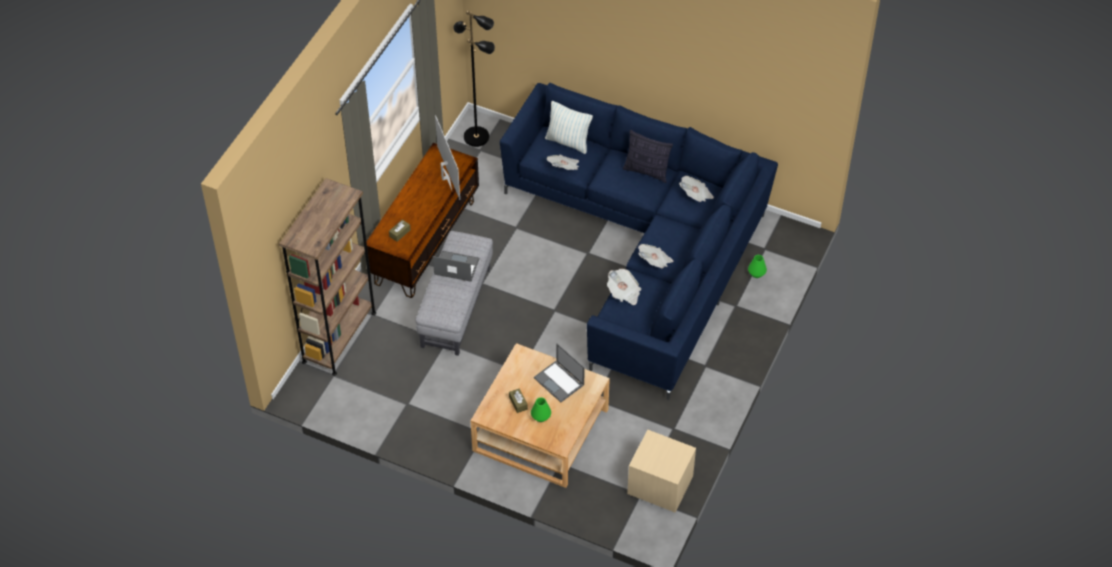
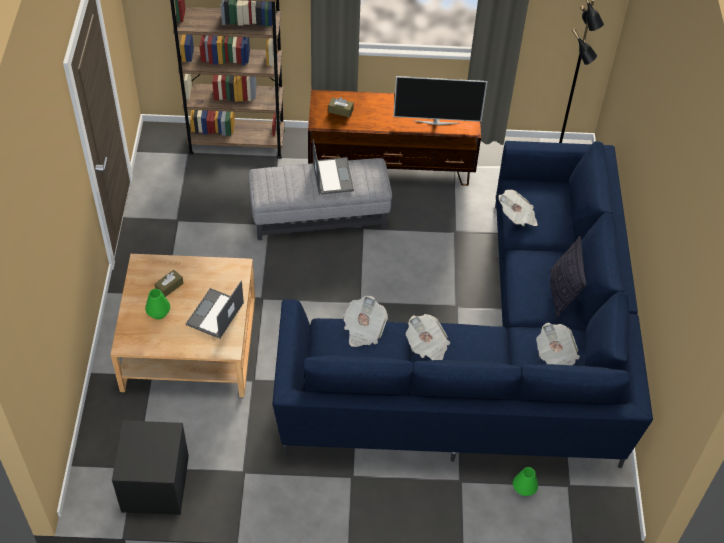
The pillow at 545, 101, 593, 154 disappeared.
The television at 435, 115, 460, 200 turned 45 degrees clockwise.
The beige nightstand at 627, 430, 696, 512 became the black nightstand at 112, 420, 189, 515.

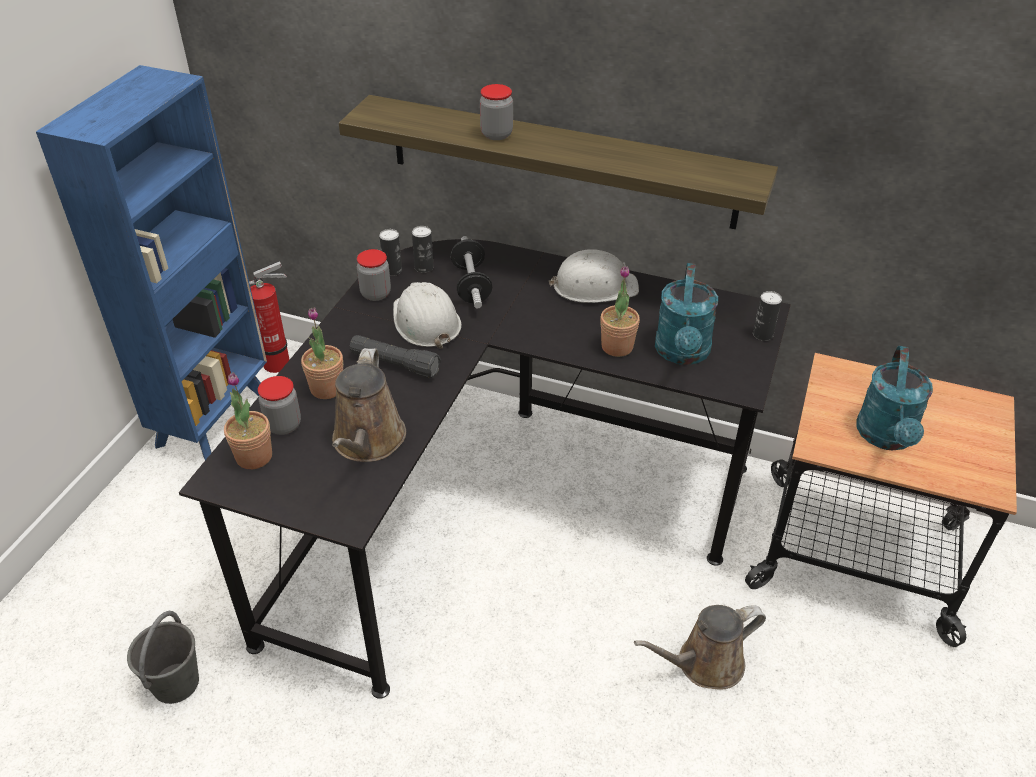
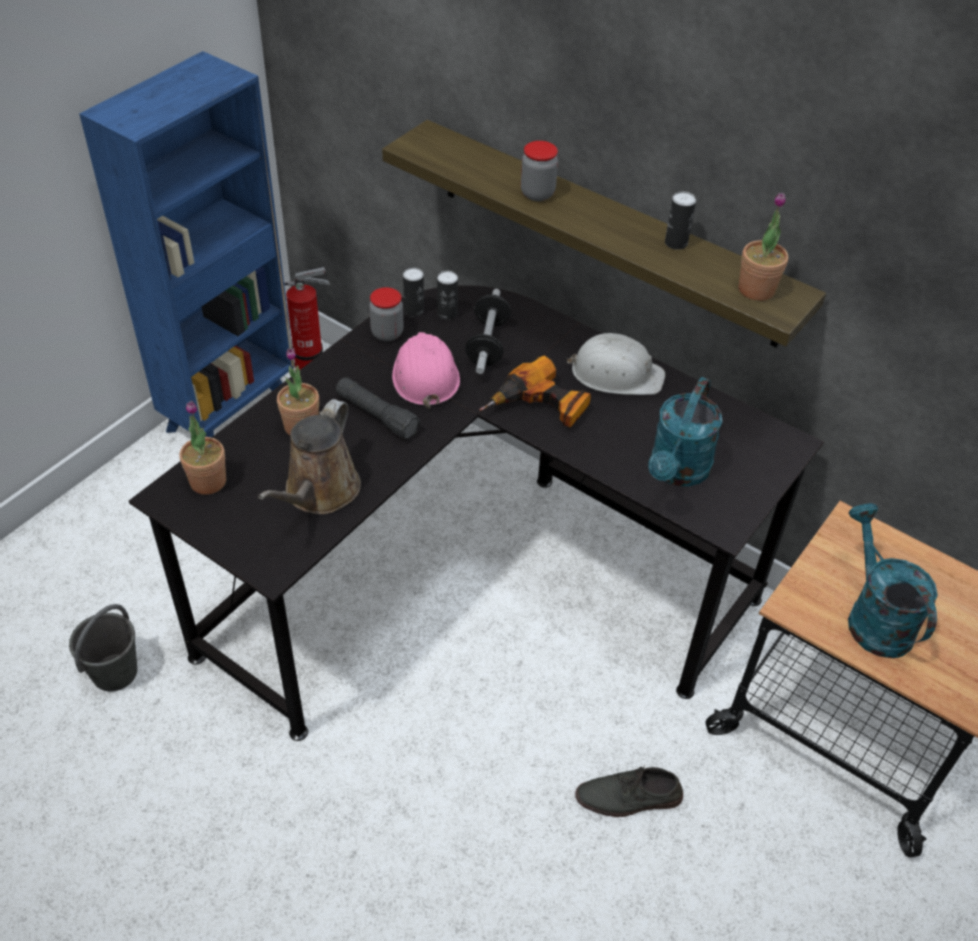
The potted plant moved from 600, 266, 640, 357 to 738, 192, 788, 301.
The white hard hat at 393, 282, 462, 349 became the pink hard hat at 392, 332, 460, 409.
The can moved from 753, 291, 782, 341 to 665, 191, 696, 250.
The turquoise watering can at 856, 346, 933, 451 turned 135 degrees clockwise.
The jar at 258, 376, 301, 435 disappeared.
The brown watering can at 634, 605, 766, 690 was replaced by the grey shoe at 575, 764, 683, 817.
The power drill at 479, 356, 591, 428 appeared.

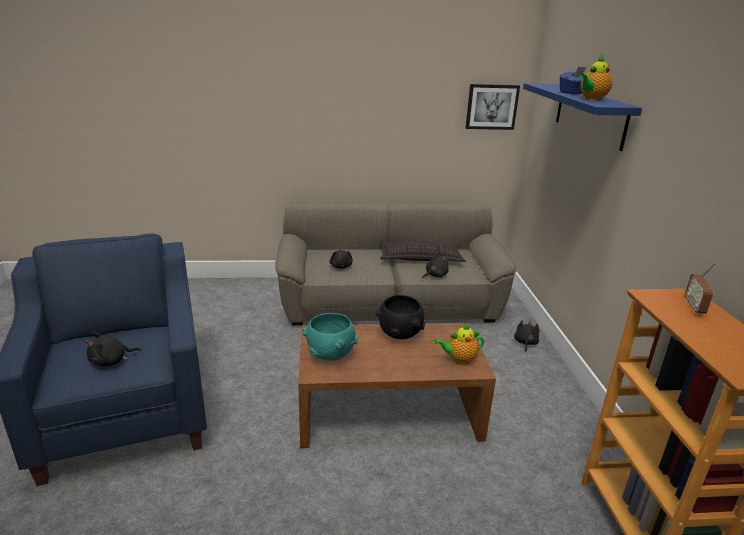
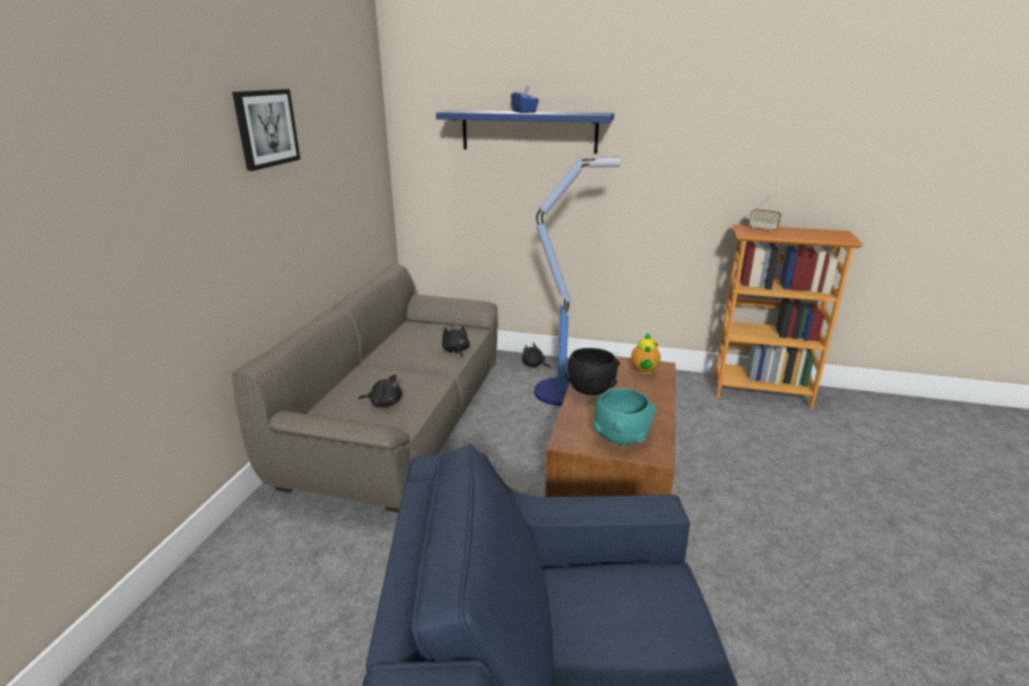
The teapot at 579, 55, 612, 100 disappeared.
The picture moved from 466, 84, 520, 130 to 232, 89, 300, 171.
The pillow at 380, 241, 466, 262 disappeared.
The black plush toy at 85, 332, 141, 366 disappeared.
The floor lamp at 534, 156, 621, 406 appeared.

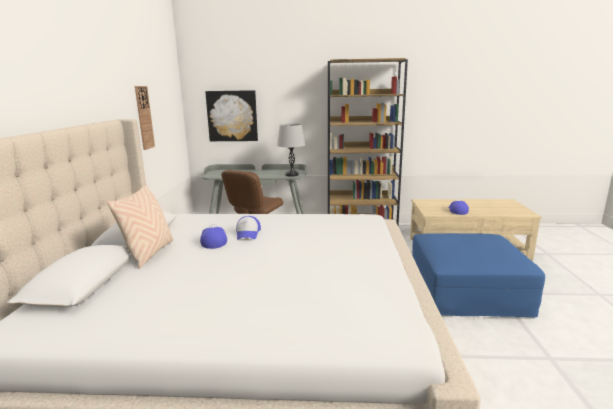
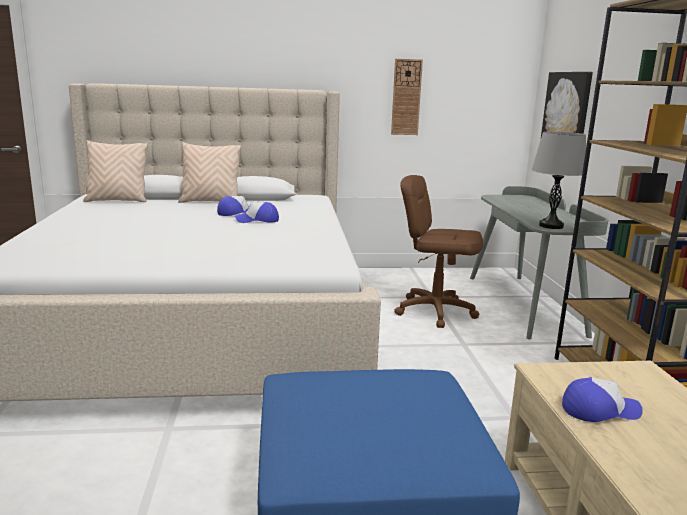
The beige pillow at 83, 140, 148, 202 appeared.

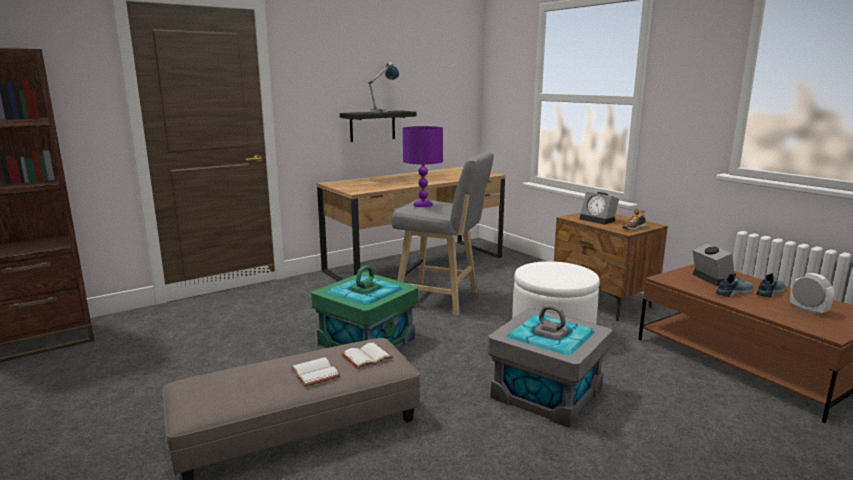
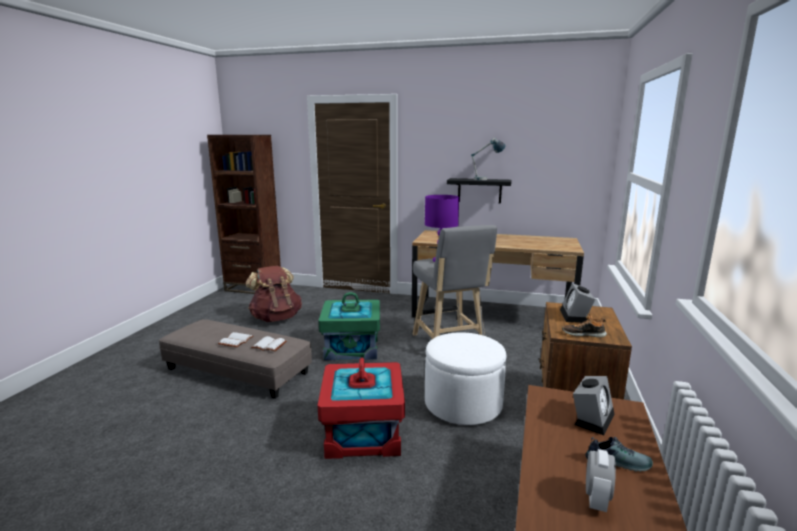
The shoe at 716, 273, 753, 297 disappeared.
The grey storage box at 488, 304, 613, 428 became the red storage box at 318, 358, 405, 459.
The brown backpack at 246, 266, 302, 322 appeared.

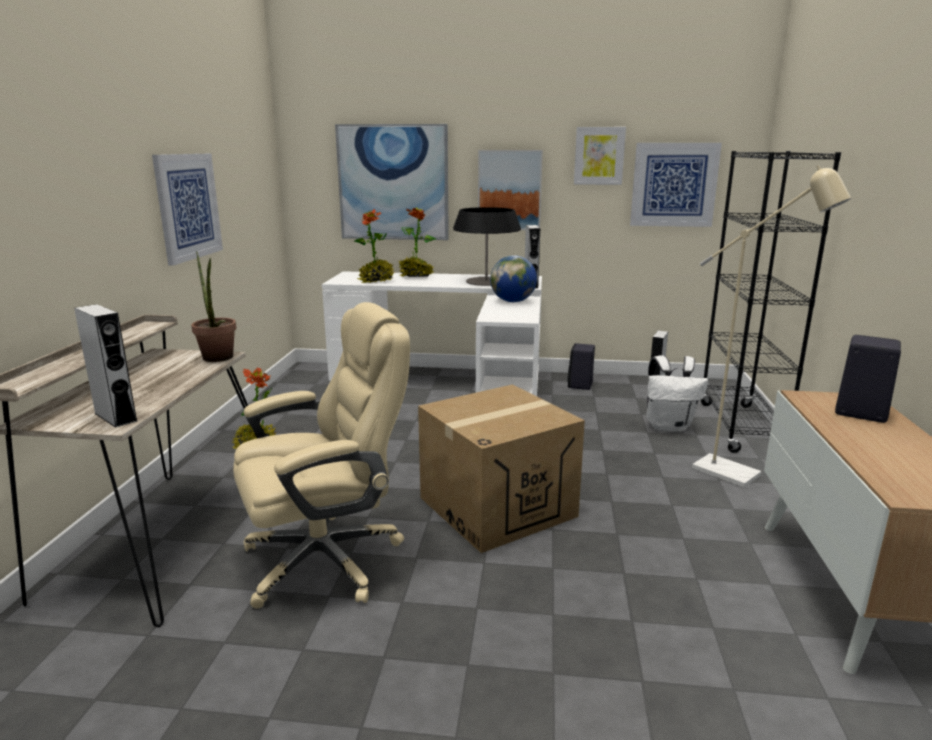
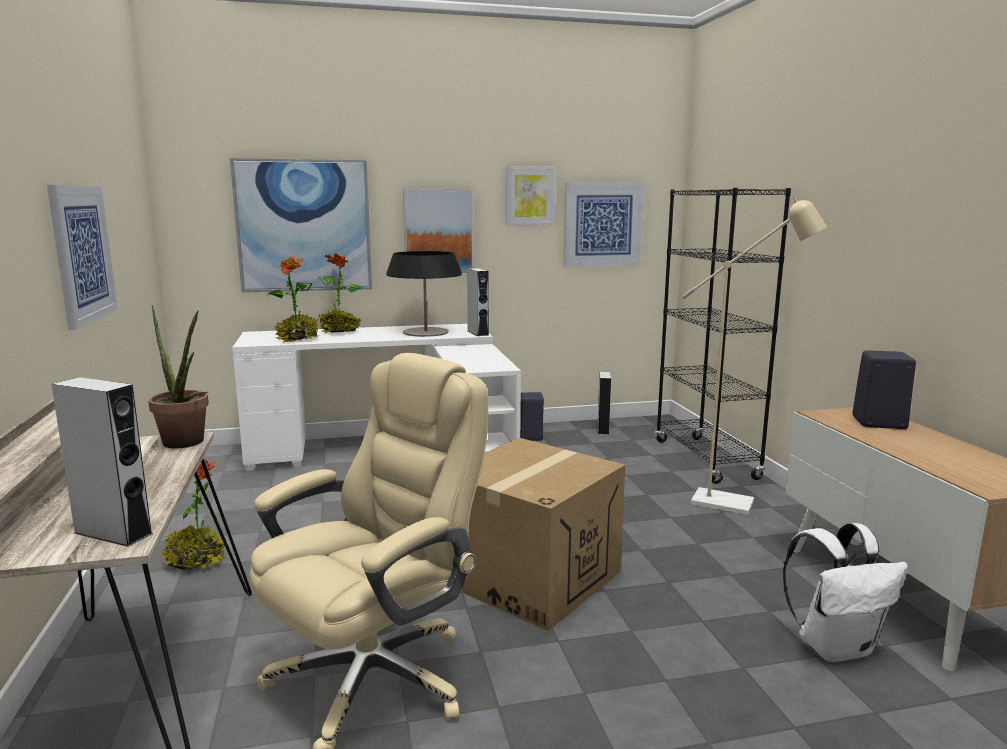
The globe at 490, 255, 537, 302 disappeared.
The white backpack moved from 646, 356, 708, 432 to 783, 523, 908, 662.

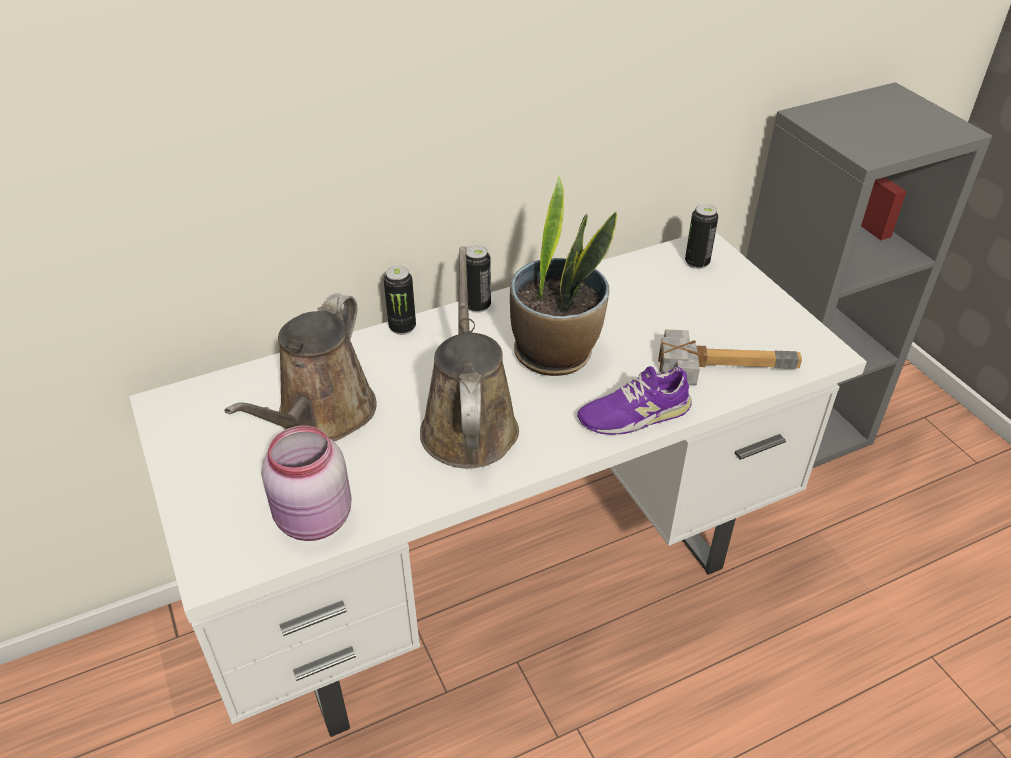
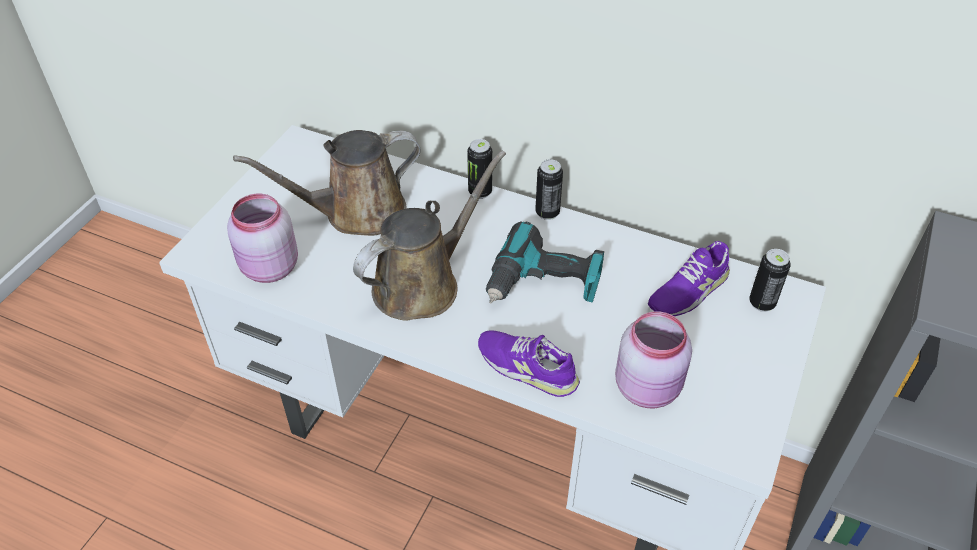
The potted plant at 510, 177, 617, 376 was replaced by the power drill at 486, 221, 604, 303.
The hammer at 658, 330, 802, 385 was replaced by the pink jar at 615, 311, 692, 408.
The purple shoe at 648, 241, 730, 316 appeared.

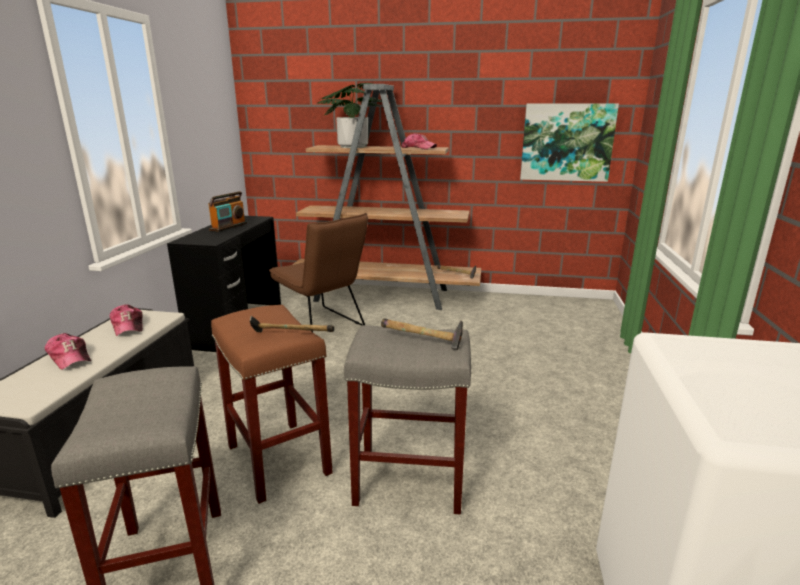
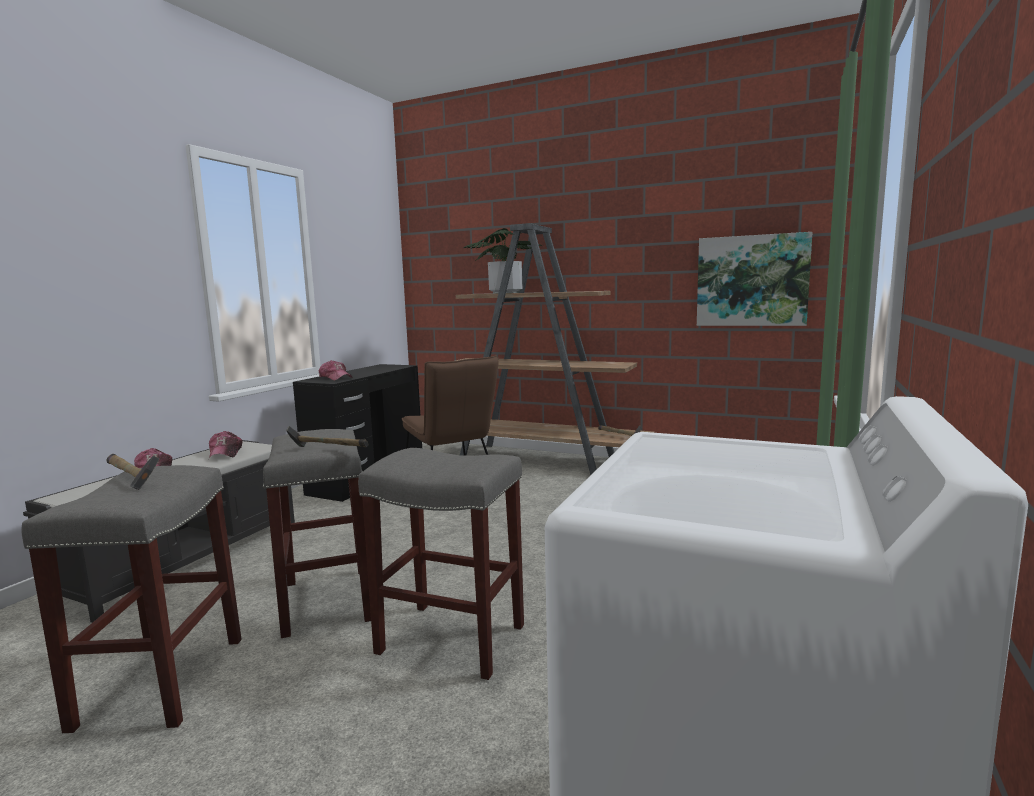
The cap moved from 402, 133, 437, 149 to 318, 360, 352, 380.
The radio at 208, 191, 247, 232 disappeared.
The brown stool at 211, 305, 333, 504 became the grey stool at 263, 429, 371, 638.
The hammer moved from 381, 318, 463, 350 to 106, 454, 160, 490.

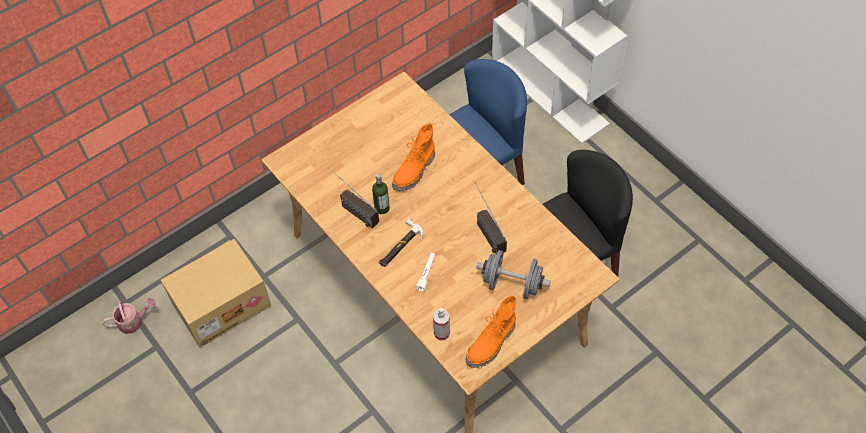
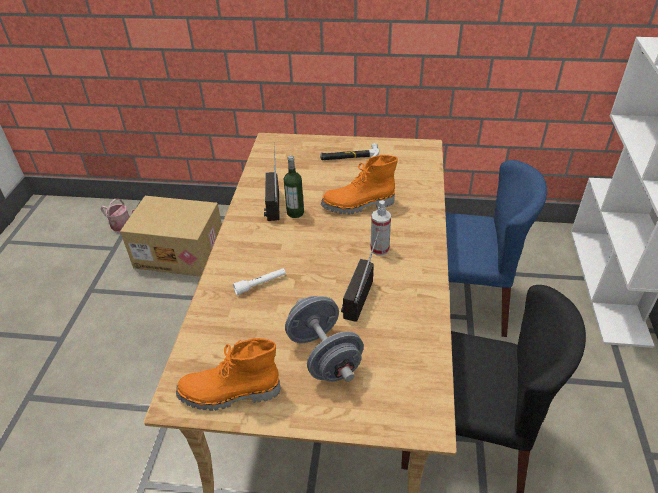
The hammer moved from 379, 218, 423, 267 to 320, 143, 379, 162.
The spray bottle moved from 433, 308, 450, 341 to 371, 200, 391, 256.

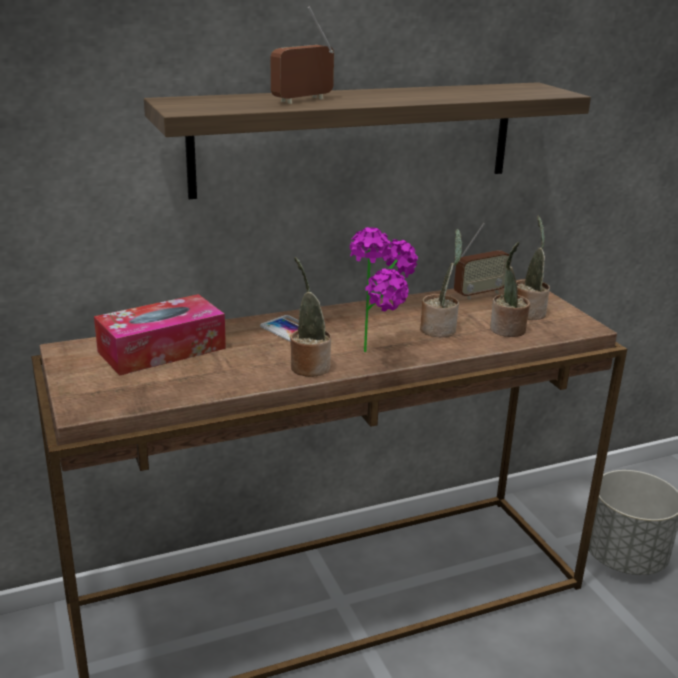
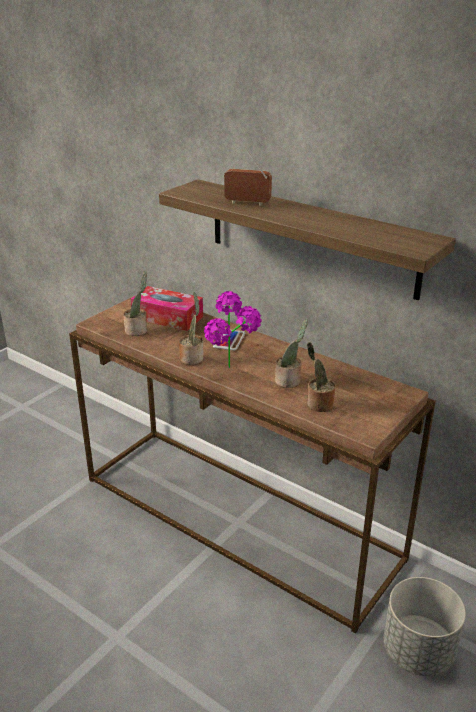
The potted plant moved from 516, 216, 550, 320 to 123, 271, 147, 336.
The radio at 454, 222, 511, 299 disappeared.

